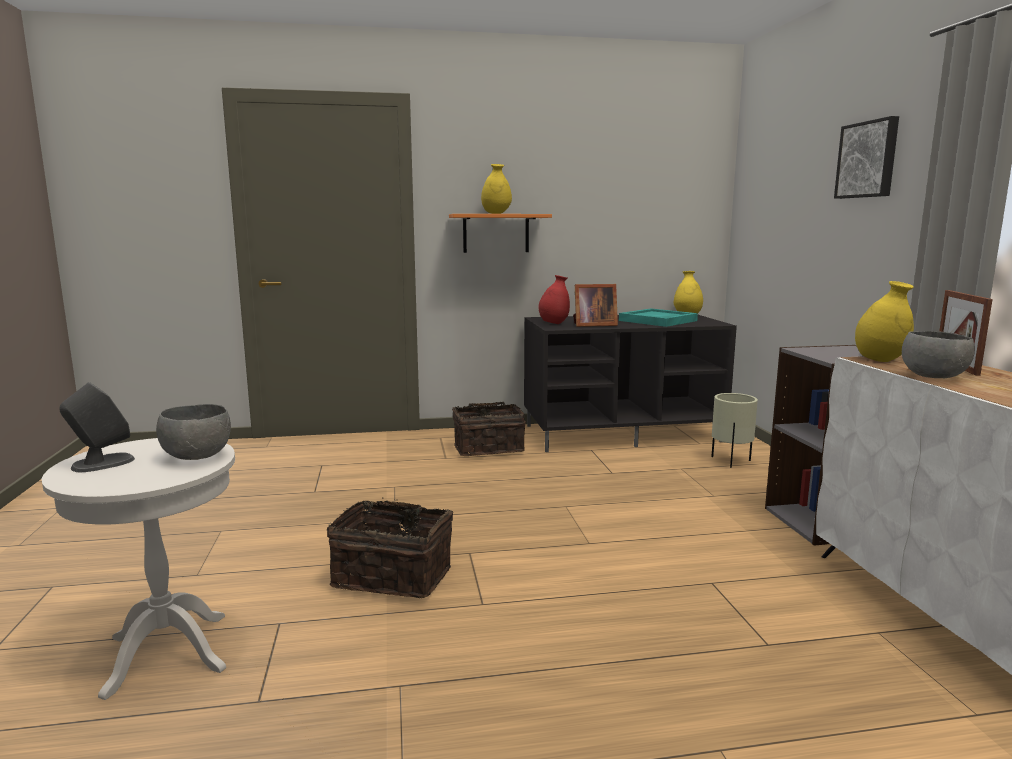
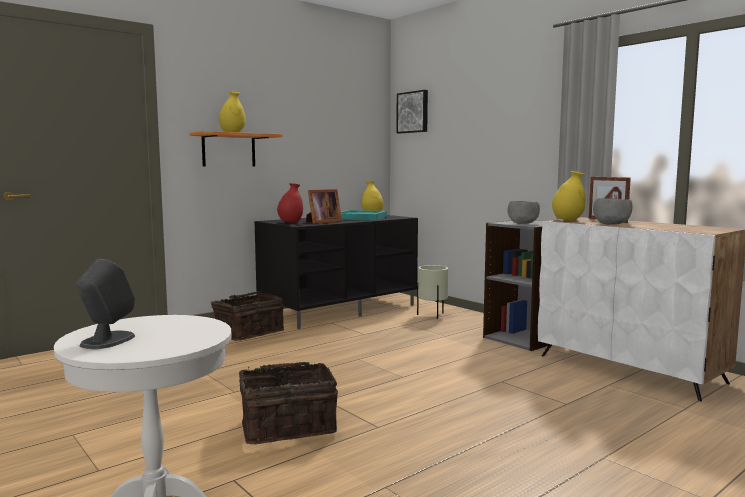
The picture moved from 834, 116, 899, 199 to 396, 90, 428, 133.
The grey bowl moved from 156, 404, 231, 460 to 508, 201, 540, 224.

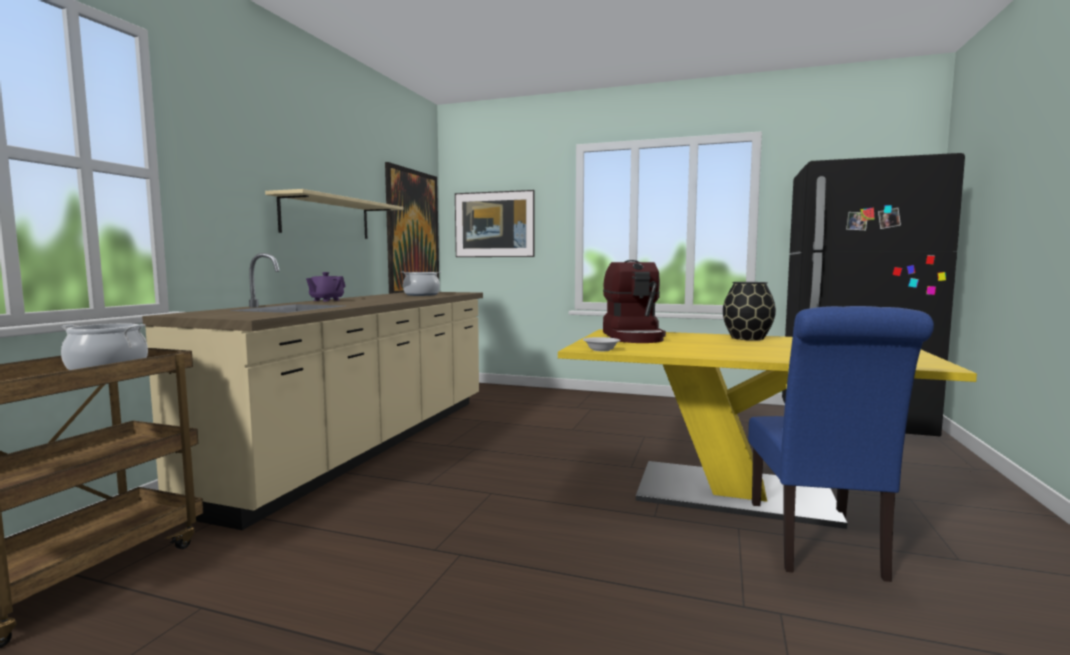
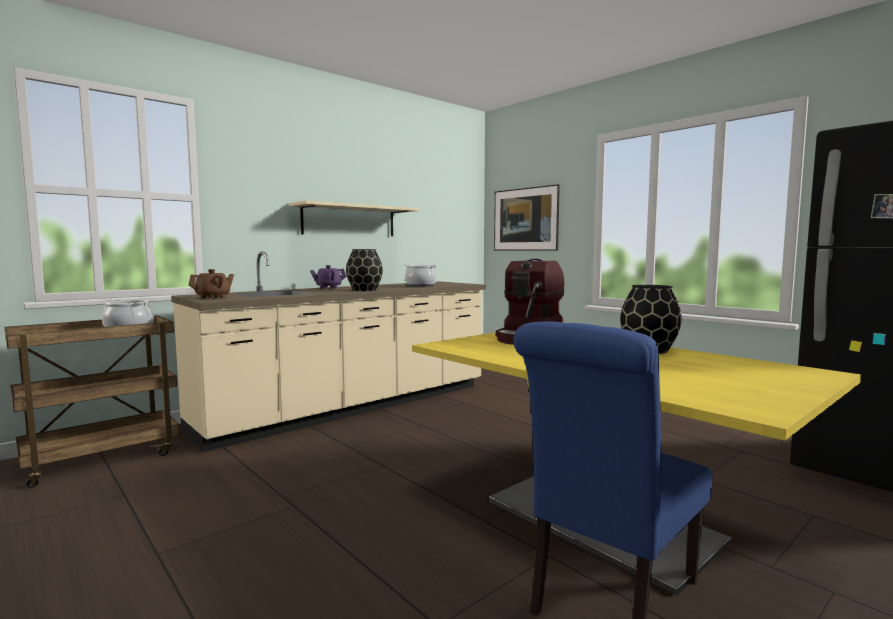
The picture at 385, 162, 439, 294 disappeared.
The white bowl at 583, 337, 620, 351 disappeared.
The black vase at 346, 249, 383, 291 appeared.
The brown teapot at 189, 269, 234, 299 appeared.

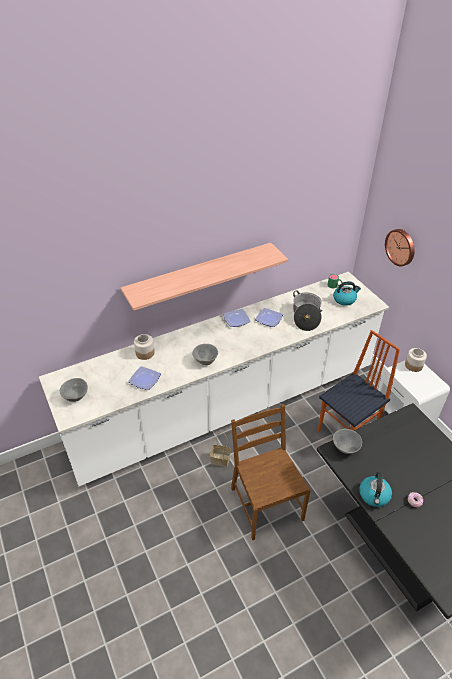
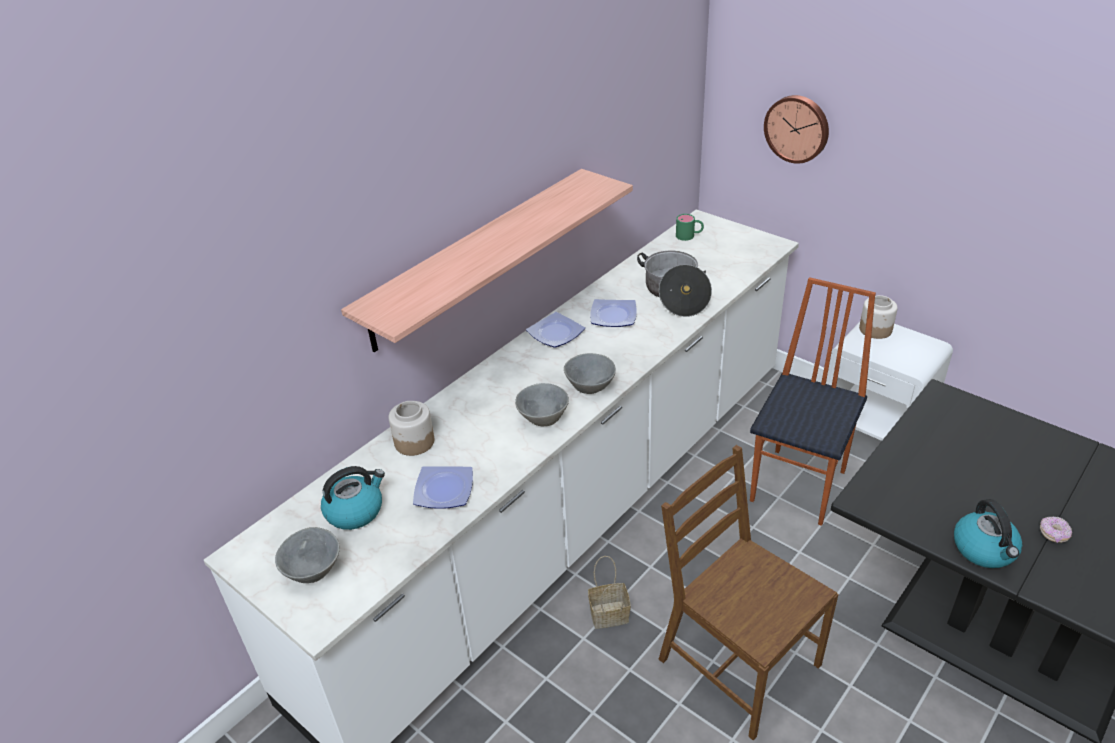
The kettle moved from 333, 281, 361, 306 to 321, 466, 385, 530.
The grey bowl moved from 333, 429, 362, 454 to 564, 353, 616, 394.

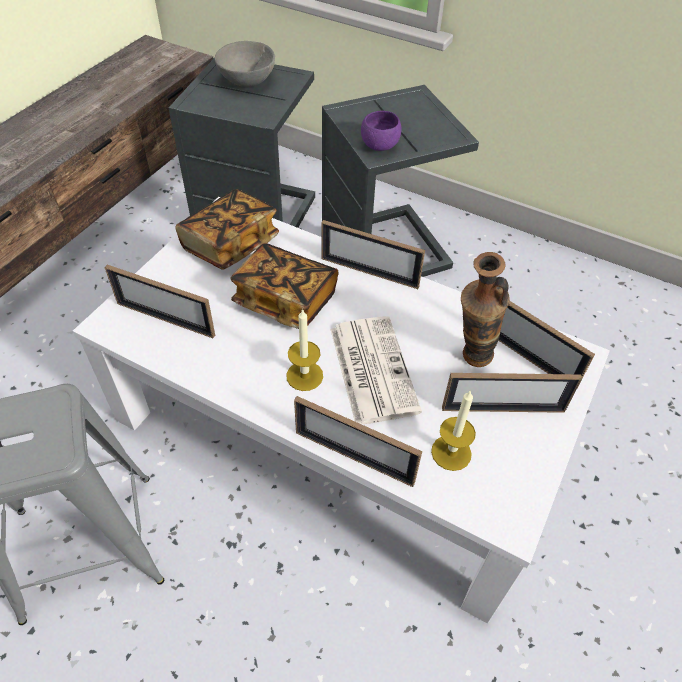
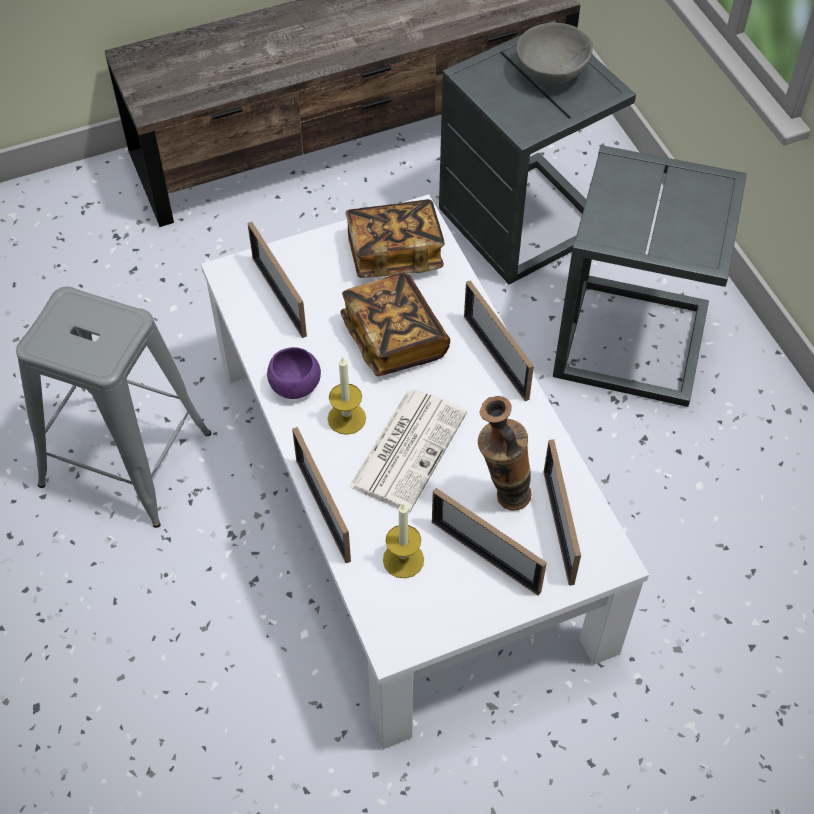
The purple bowl moved from 361, 111, 401, 151 to 267, 347, 321, 399.

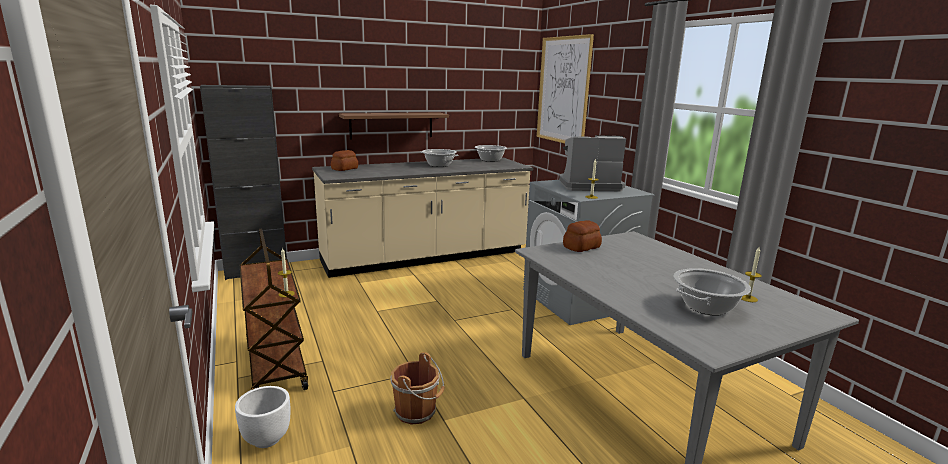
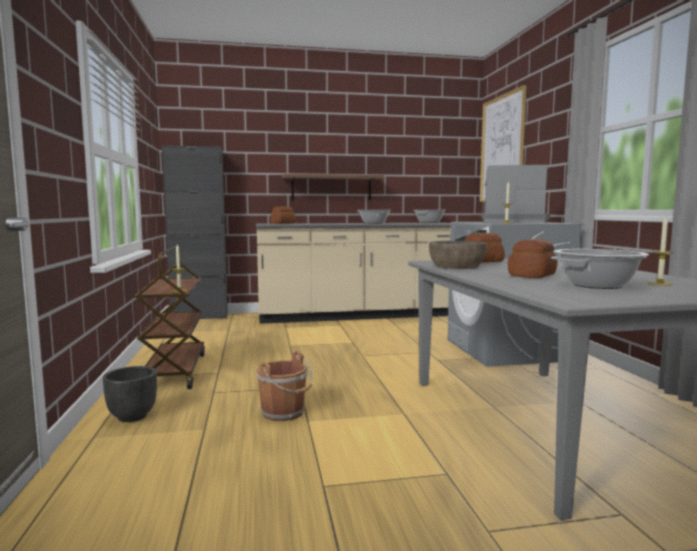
The white planter at 235, 386, 290, 448 became the black planter at 103, 366, 157, 422.
The bread at 508, 239, 558, 278 appeared.
The brown bowl at 429, 241, 487, 269 appeared.

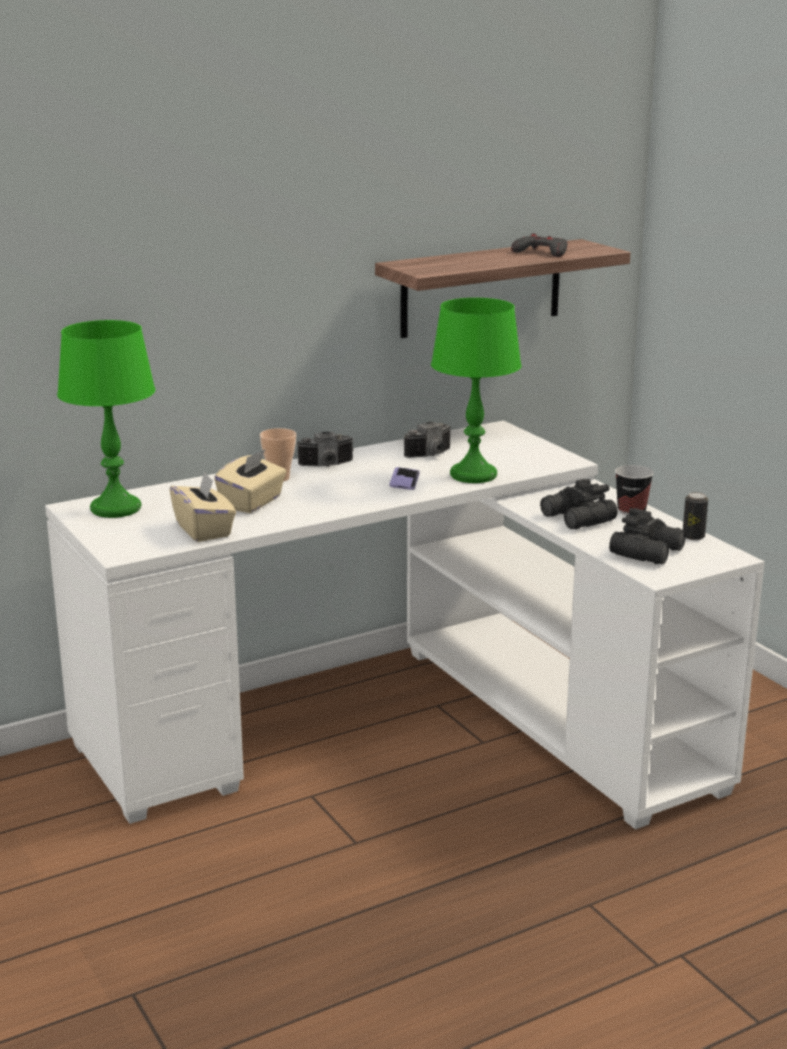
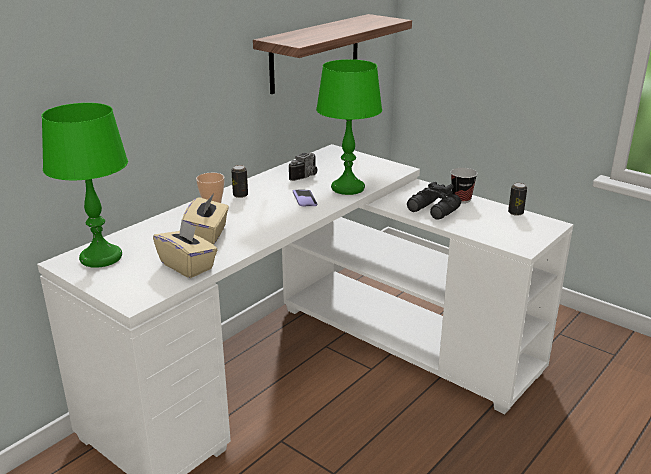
The grey game controller at 511, 233, 568, 257 disappeared.
The photo camera at 296, 432, 354, 467 was replaced by the can at 231, 165, 248, 198.
The black binoculars at 609, 508, 686, 564 disappeared.

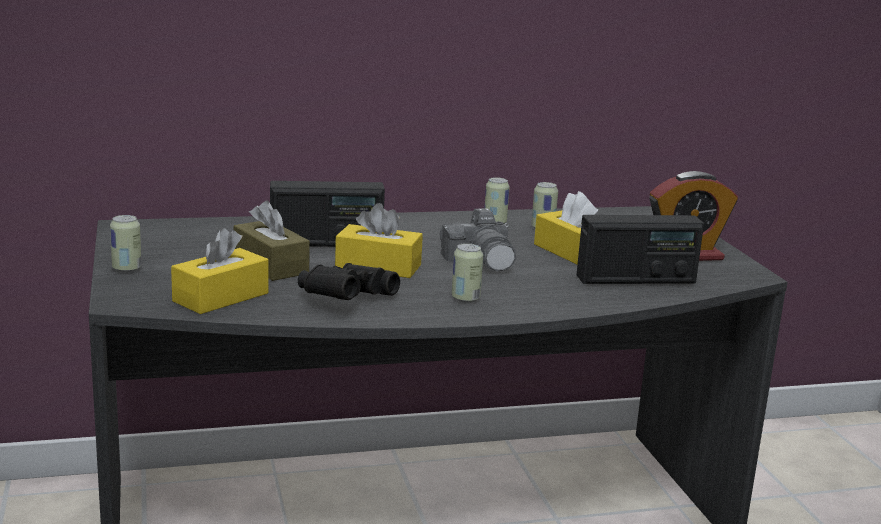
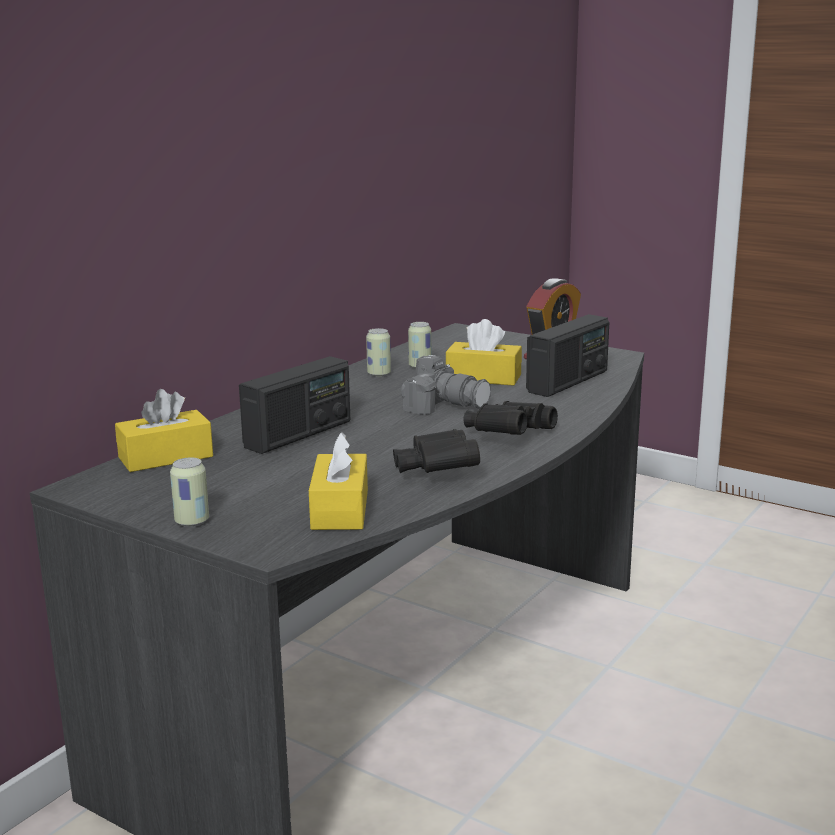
The brown tissue box at 234, 201, 310, 281 disappeared.
The yellow tissue box moved from 335, 203, 423, 278 to 115, 389, 213, 472.
The can at 452, 243, 483, 303 was replaced by the black binoculars at 463, 401, 558, 435.

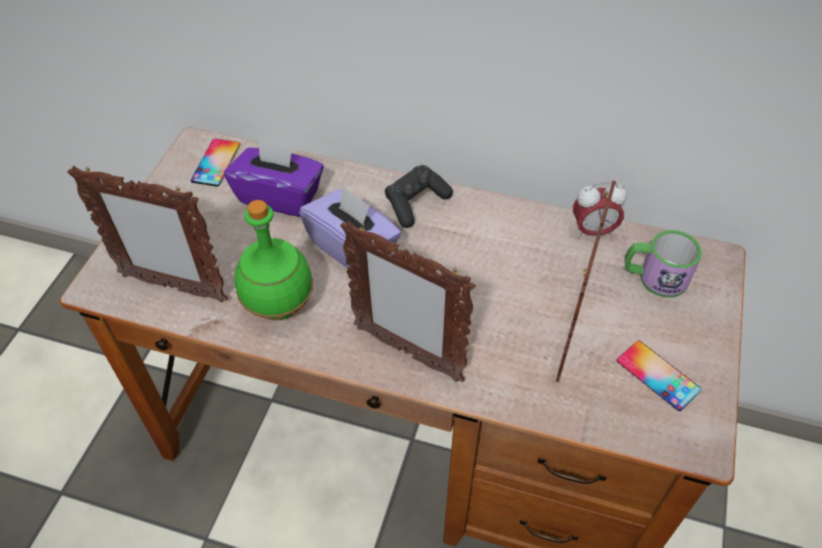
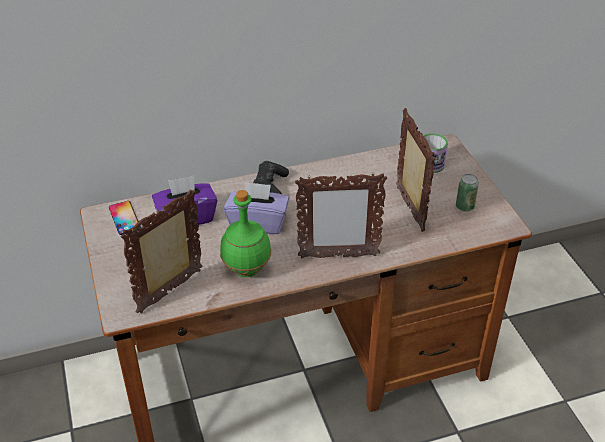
The picture frame at 67, 166, 228, 303 turned 150 degrees clockwise.
The alarm clock at 573, 182, 627, 239 disappeared.
The phone at 617, 340, 702, 411 was replaced by the can at 456, 174, 479, 211.

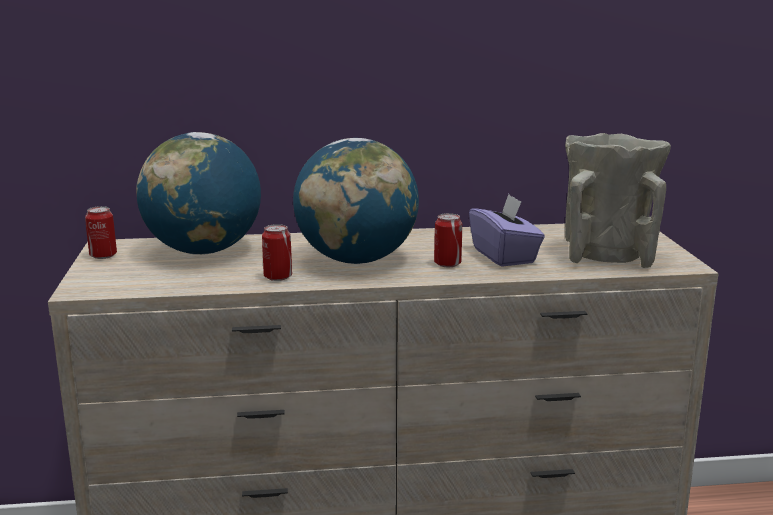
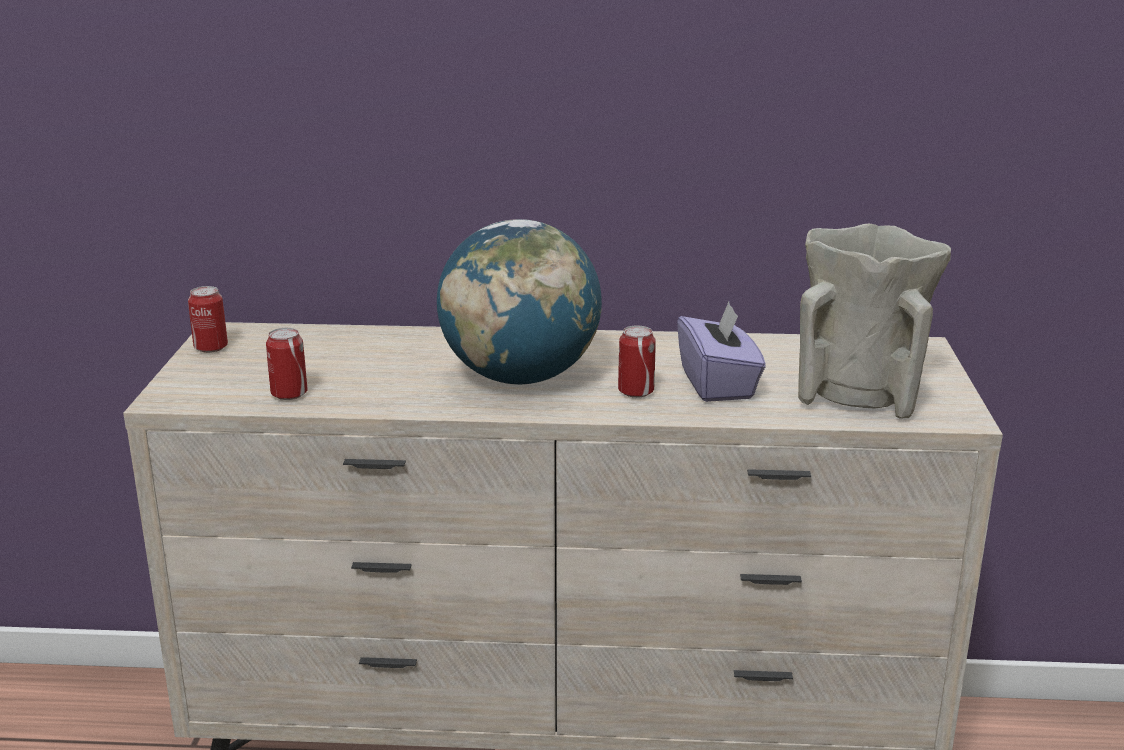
The globe at 136, 132, 261, 255 disappeared.
The can moved from 262, 224, 292, 281 to 266, 328, 308, 400.

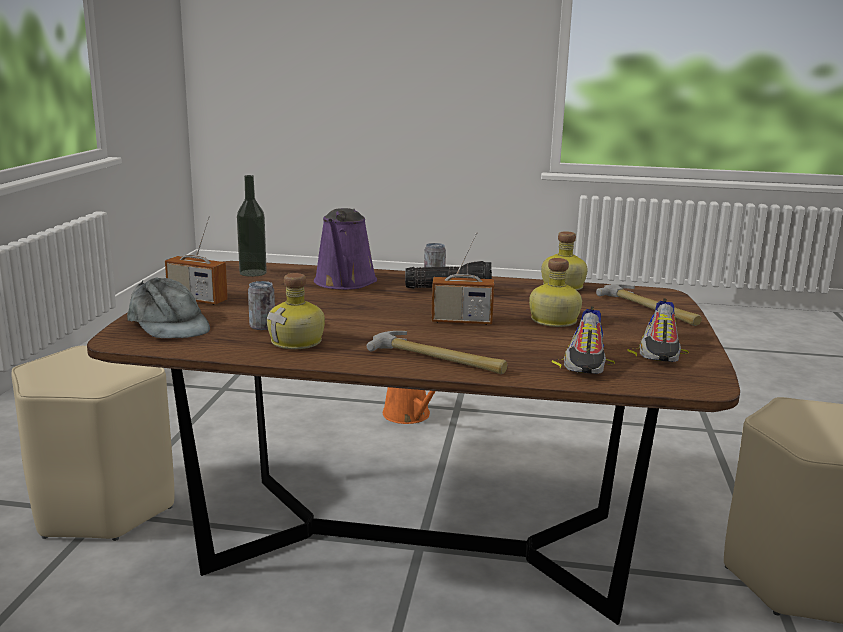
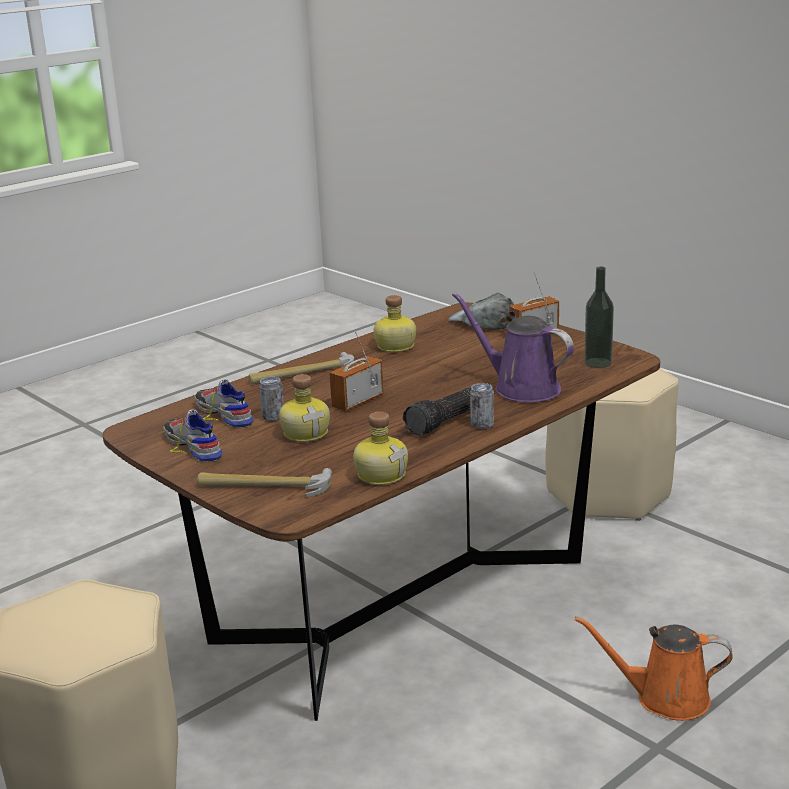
The grey cap at 127, 277, 210, 338 turned 45 degrees clockwise.
The can moved from 248, 281, 275, 330 to 259, 377, 284, 421.

